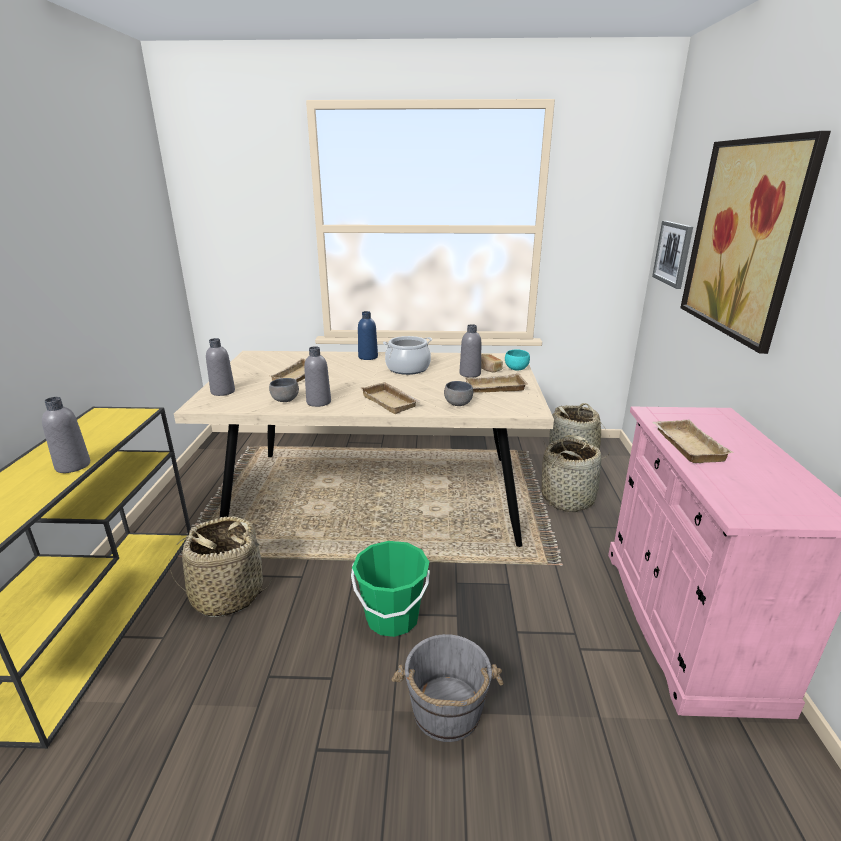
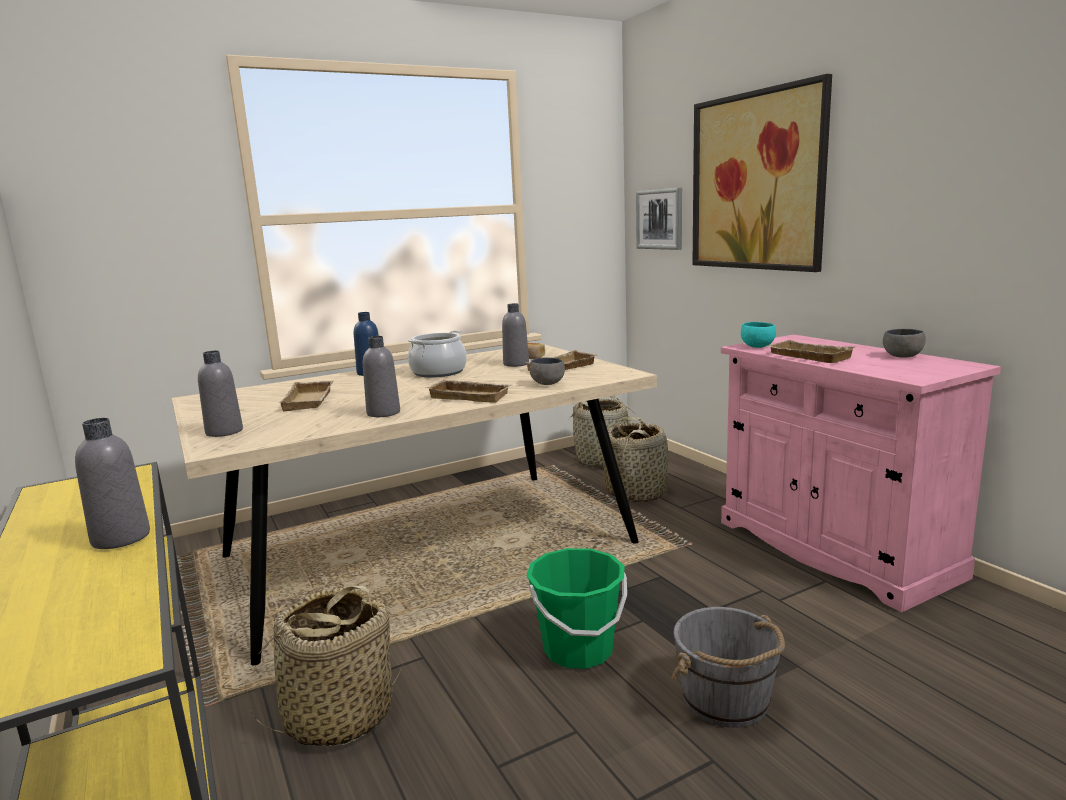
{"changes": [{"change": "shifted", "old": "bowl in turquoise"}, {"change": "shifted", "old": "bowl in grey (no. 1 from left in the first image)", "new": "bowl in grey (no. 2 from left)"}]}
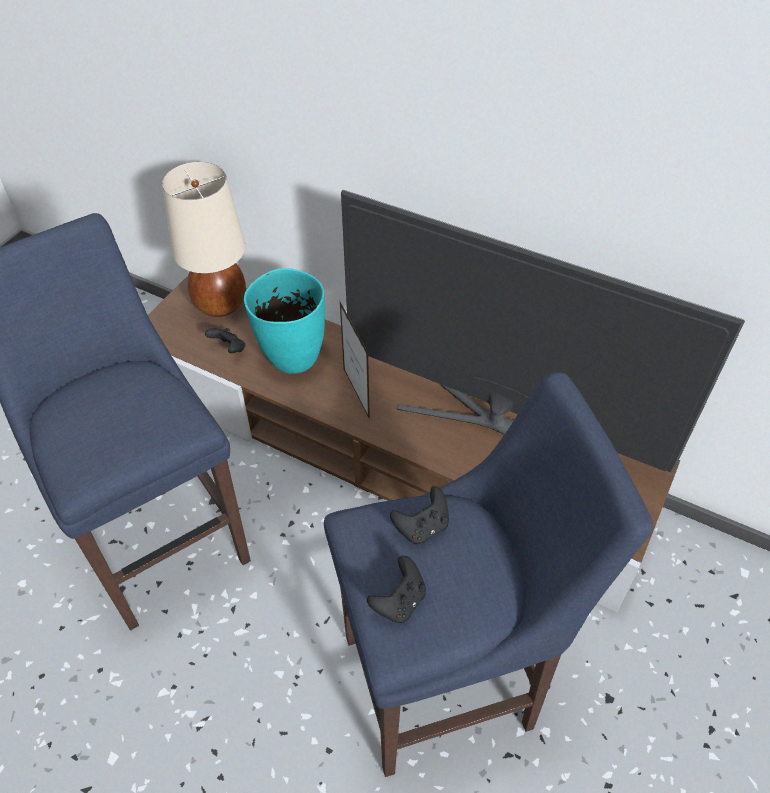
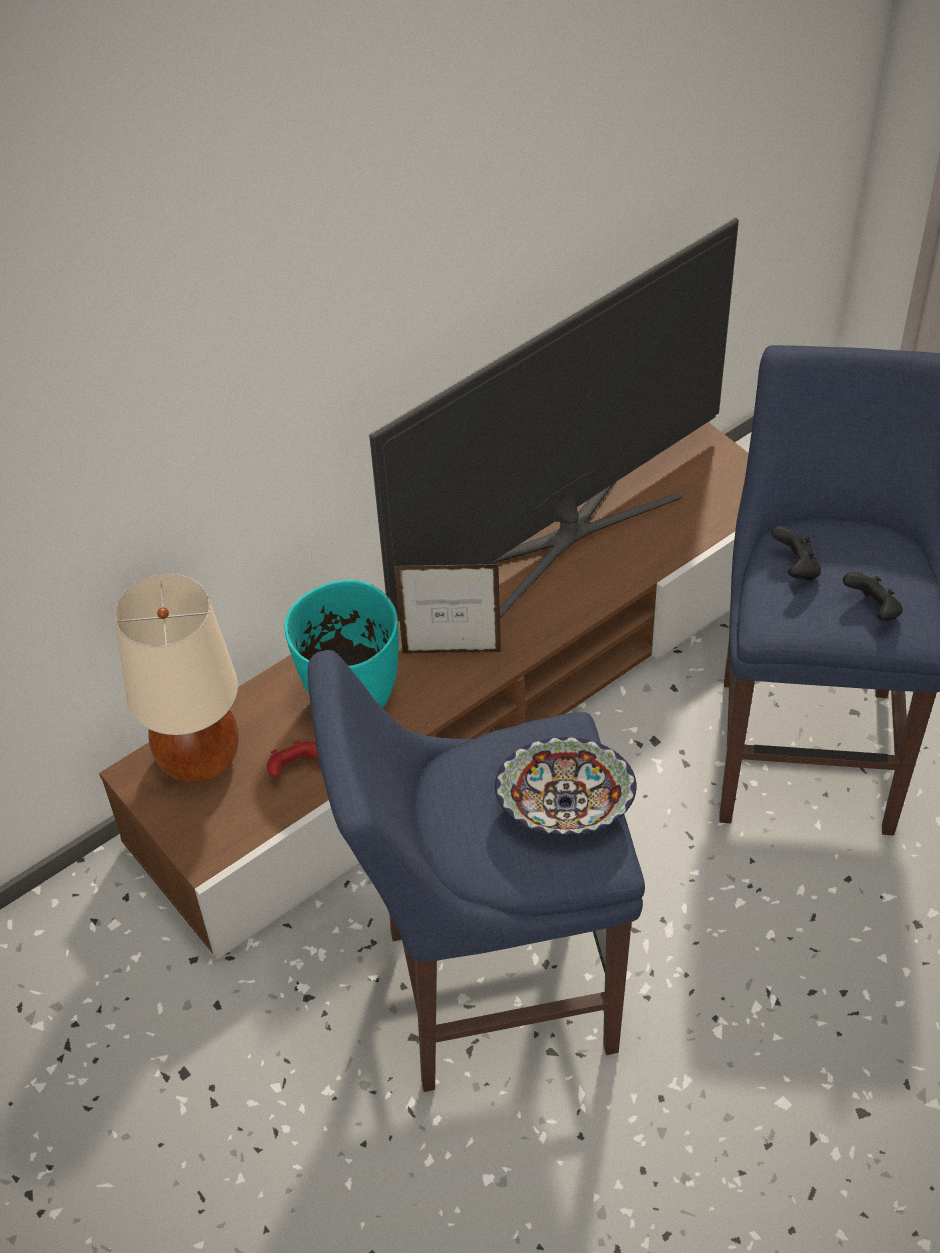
{"changes": [{"change": "repainted", "old": "game controller in black (no. 1 from left)", "new": "game controller in red"}, {"change": "new", "new": "bowl"}]}
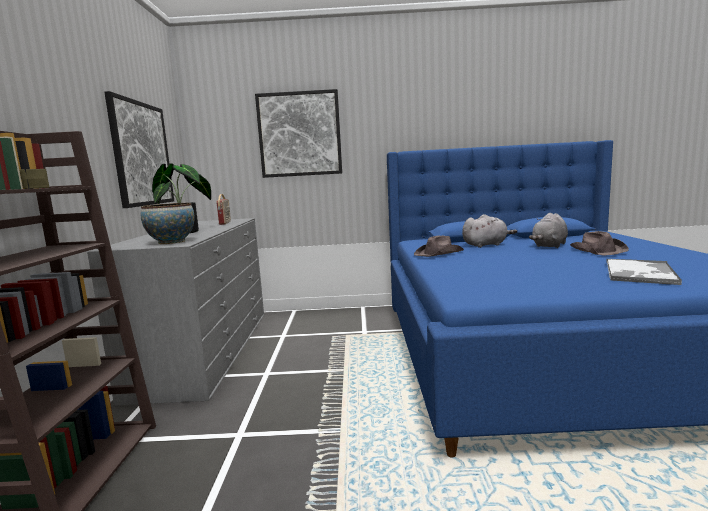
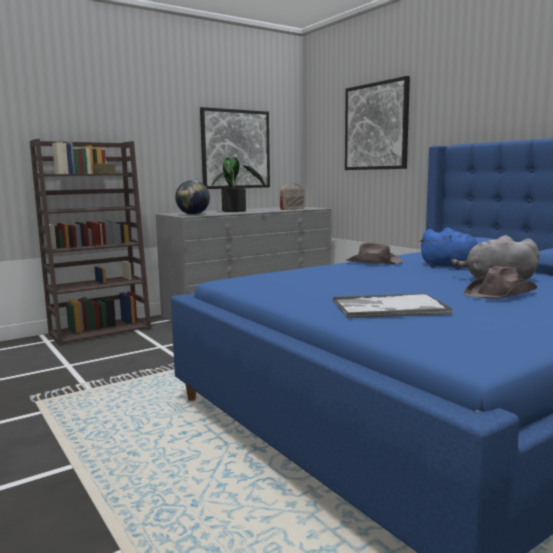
{"changes": [{"change": "swapped", "old": "bowl", "new": "globe"}, {"change": "repainted", "old": "plush toy in grey (no. 1 from left)", "new": "plush toy in blue"}]}
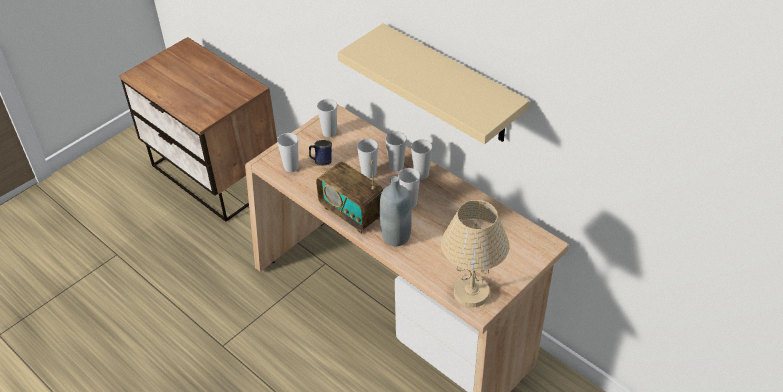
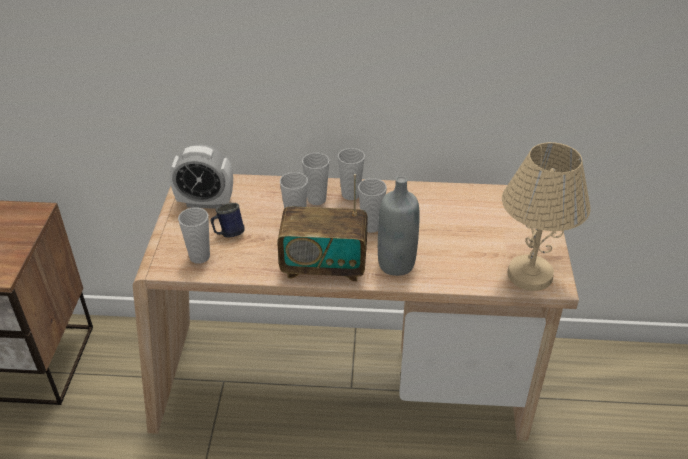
{"changes": [{"change": "gone", "old": "shelf in beige"}, {"change": "swapped", "old": "cup (no. 2 from left)", "new": "alarm clock"}]}
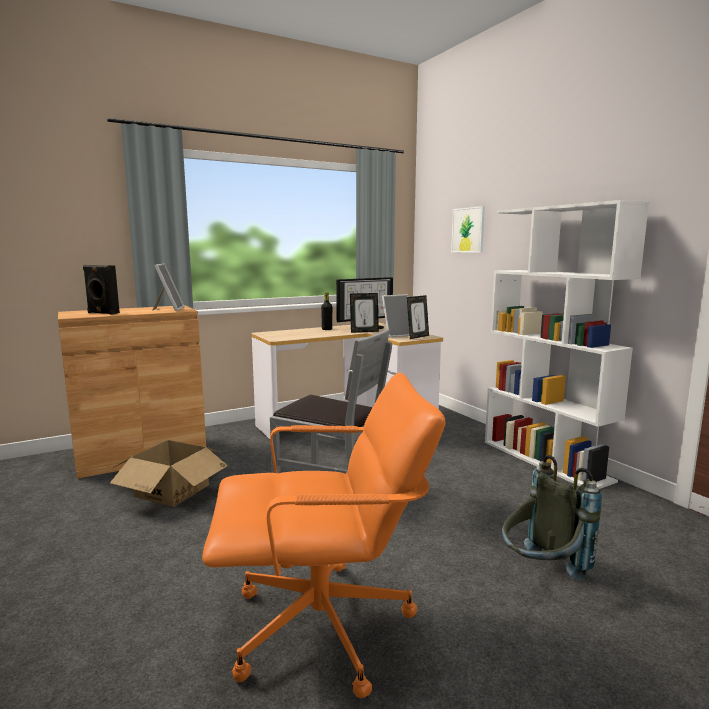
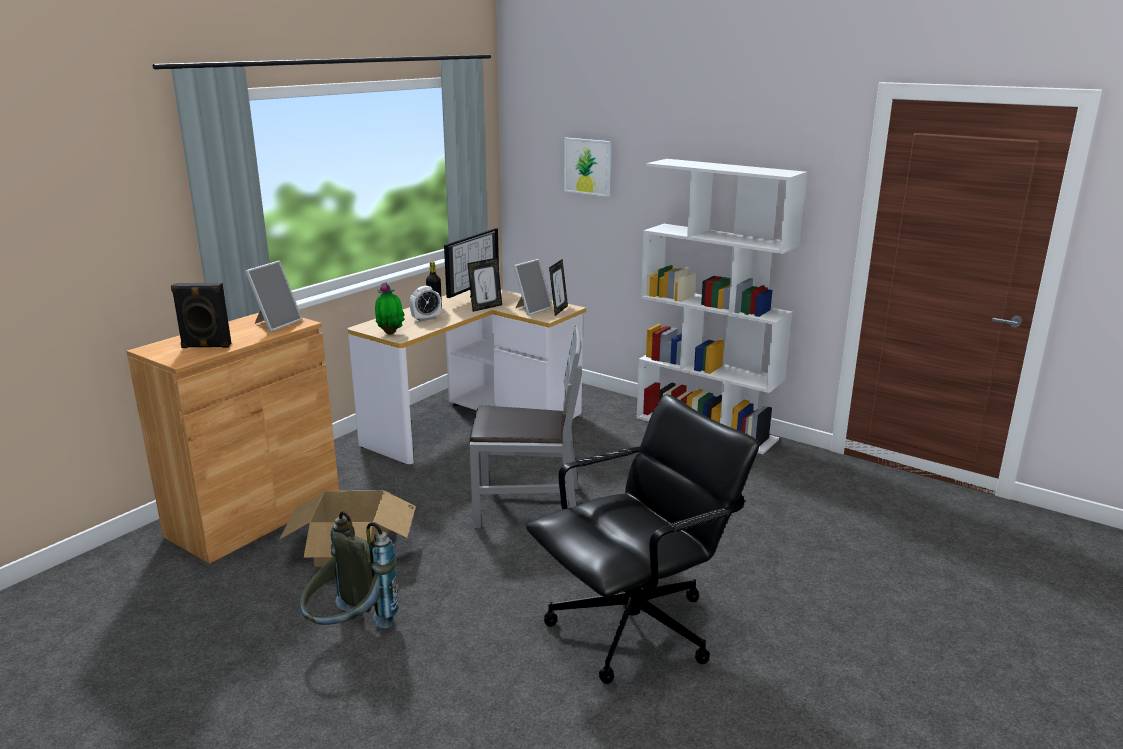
{"changes": [{"change": "rotated", "old": "picture frame (no. 1 from left)", "degrees": 60}, {"change": "repainted", "old": "office chair in orange", "new": "office chair in black"}, {"change": "shifted", "old": "backpack in grey"}, {"change": "new", "new": "potted plant"}, {"change": "new", "new": "alarm clock"}]}
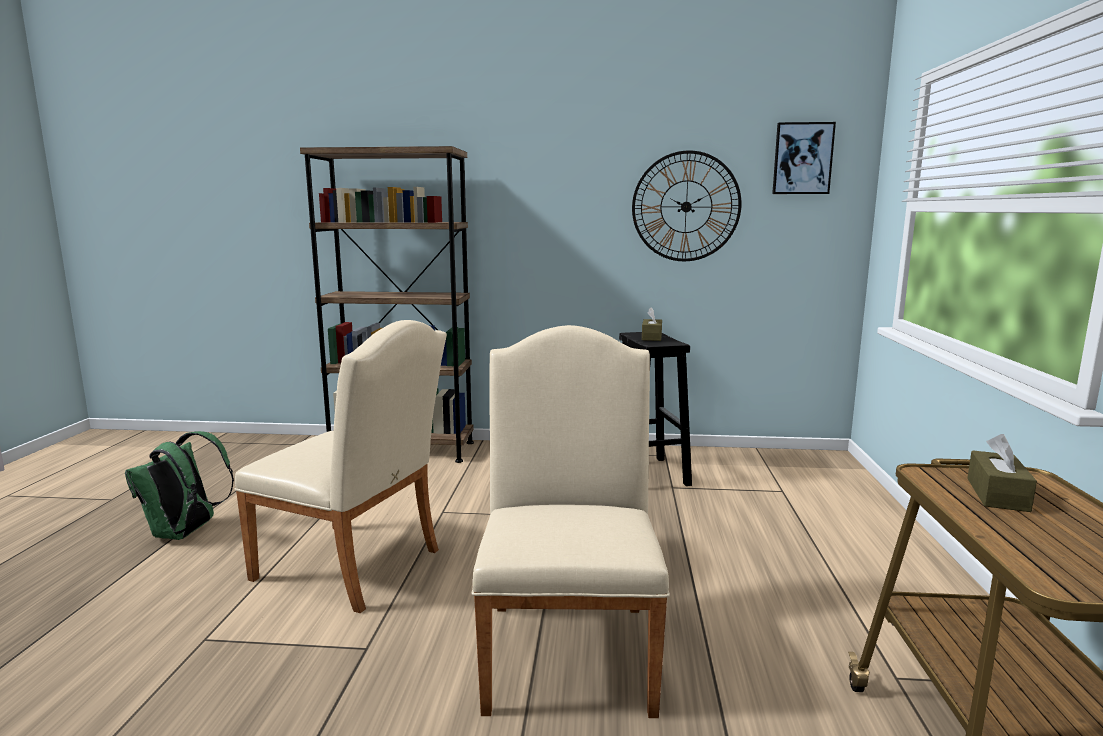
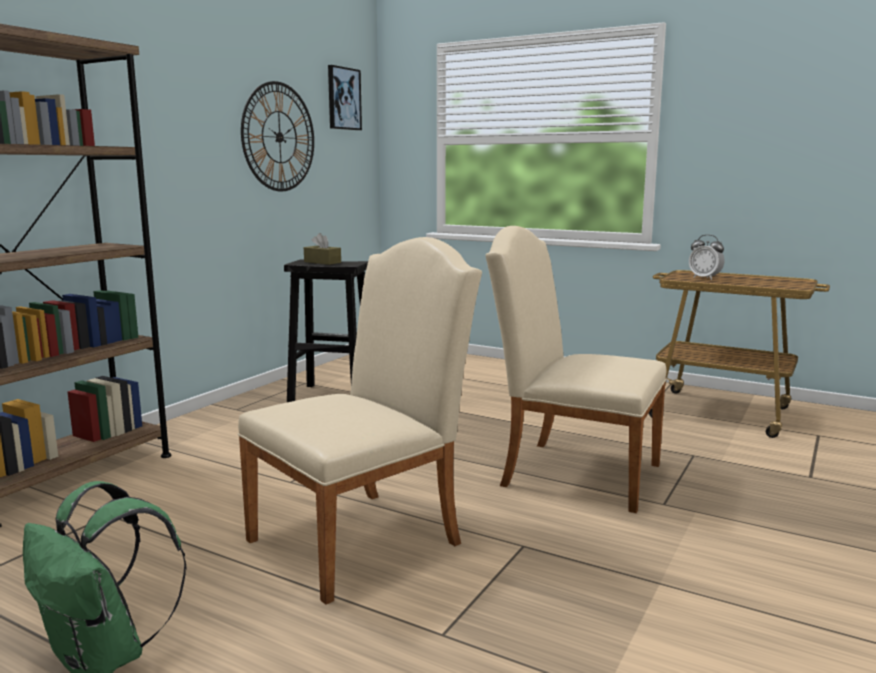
{"changes": [{"change": "swapped", "old": "tissue box in brown (no. 2 from left)", "new": "alarm clock"}]}
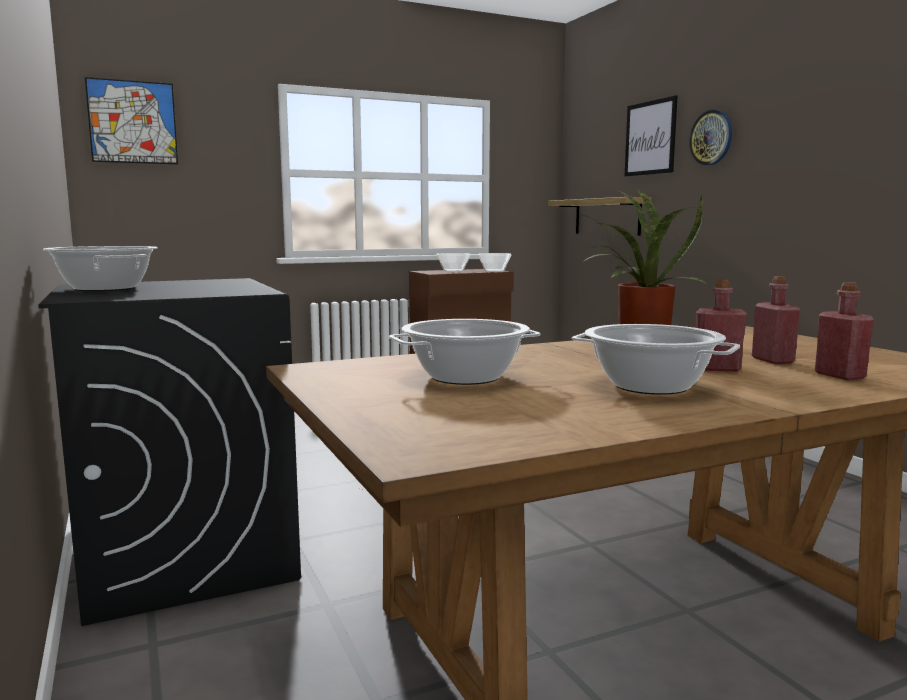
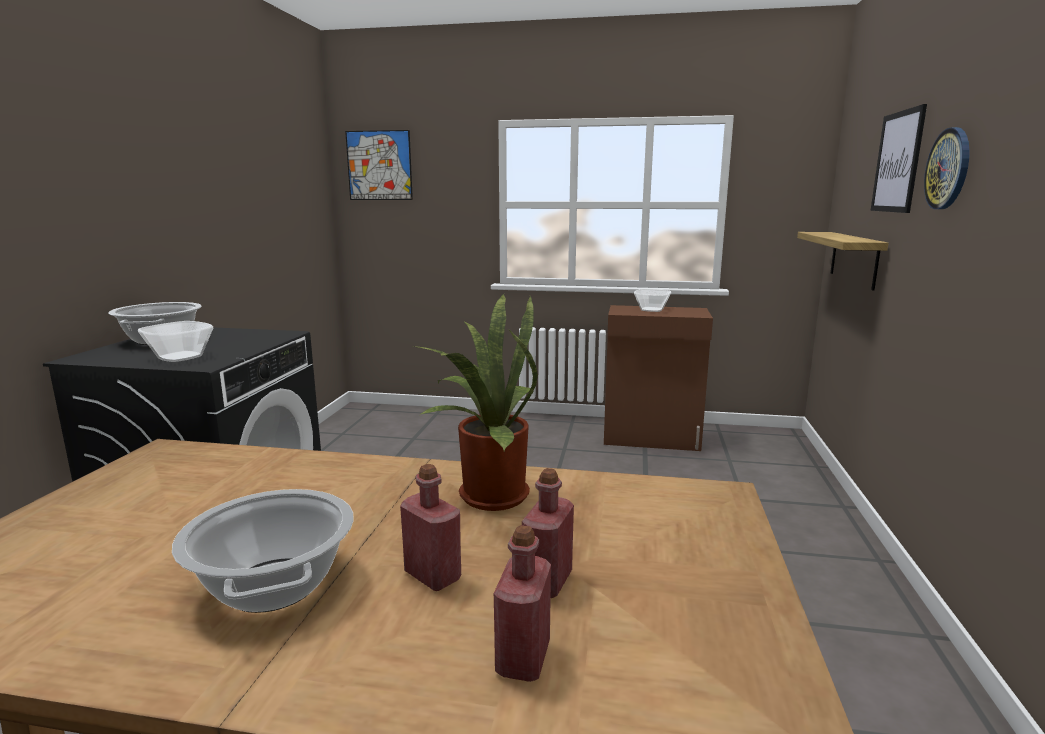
{"changes": [{"change": "shifted", "old": "bowl (no. 2 from left in the first image)", "new": "bowl (no. 1 from left)"}, {"change": "gone", "old": "cooking pot (no. 2 from left)"}]}
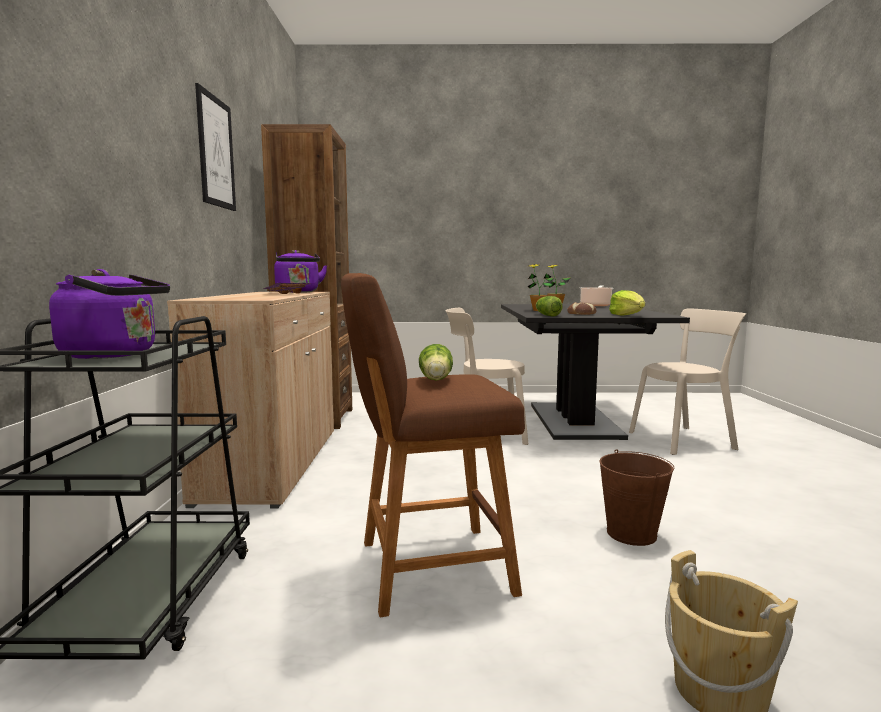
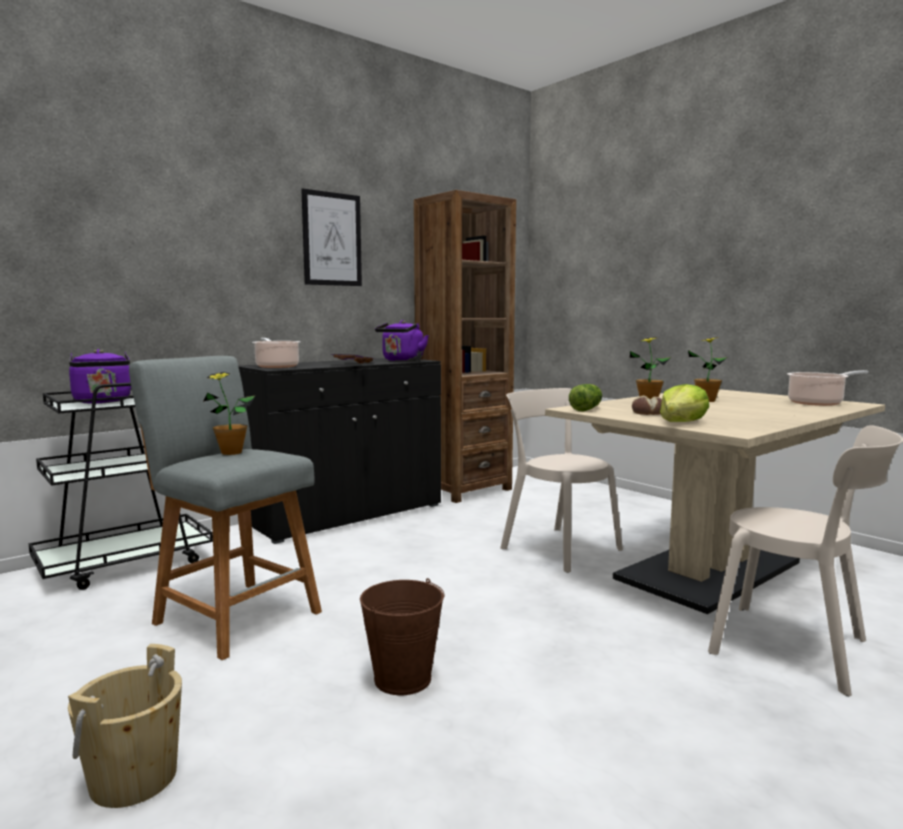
{"changes": [{"change": "repainted", "old": "stool in brown", "new": "stool in grey"}, {"change": "repainted", "old": "cabinet in beige", "new": "cabinet in black"}, {"change": "repainted", "old": "dining table in black", "new": "dining table in beige"}, {"change": "swapped", "old": "lettuce (no. 1 from left)", "new": "potted plant (no. 1 from left)"}, {"change": "new", "new": "cooking pot (no. 1 from left)"}]}
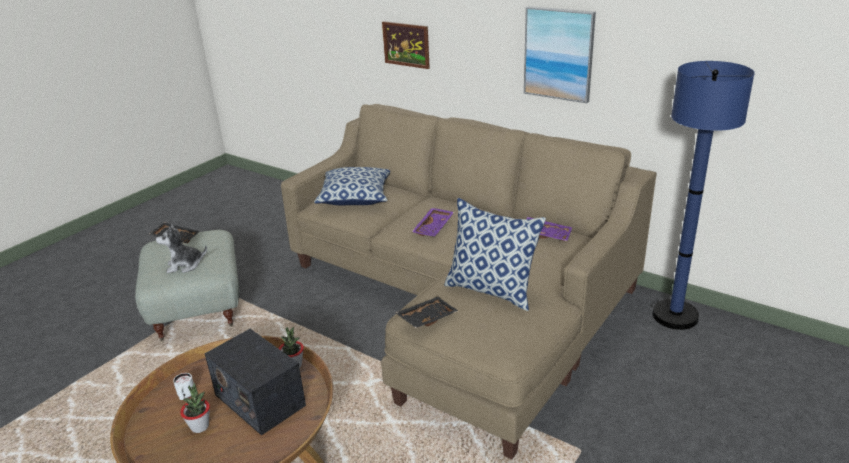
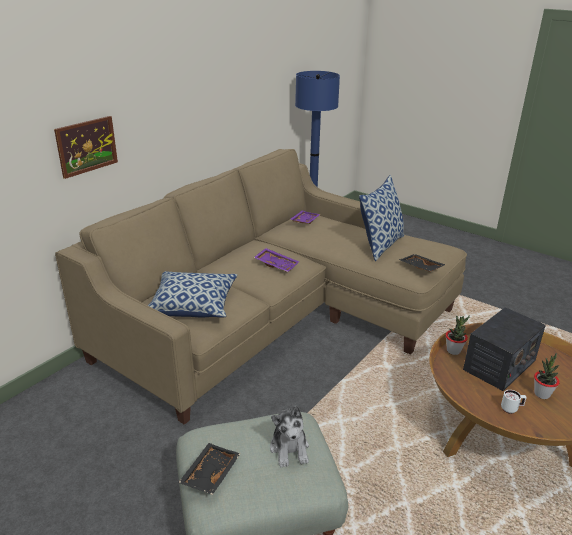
{"changes": [{"change": "gone", "old": "picture (no. 2 from left)"}]}
